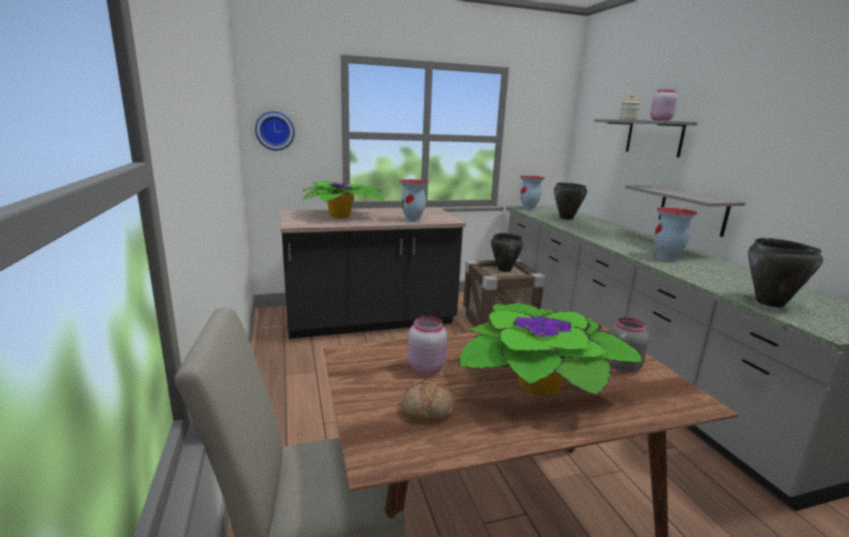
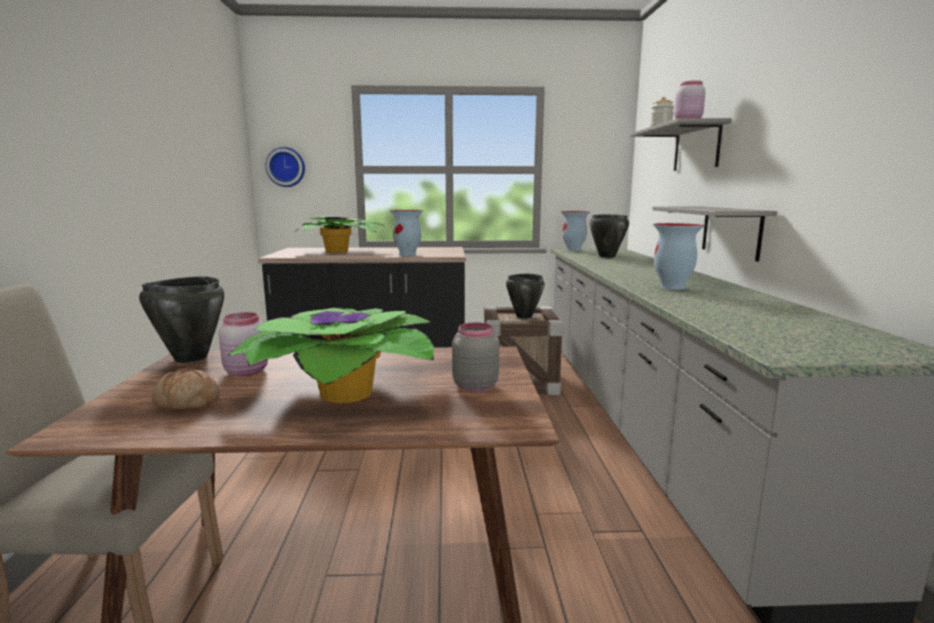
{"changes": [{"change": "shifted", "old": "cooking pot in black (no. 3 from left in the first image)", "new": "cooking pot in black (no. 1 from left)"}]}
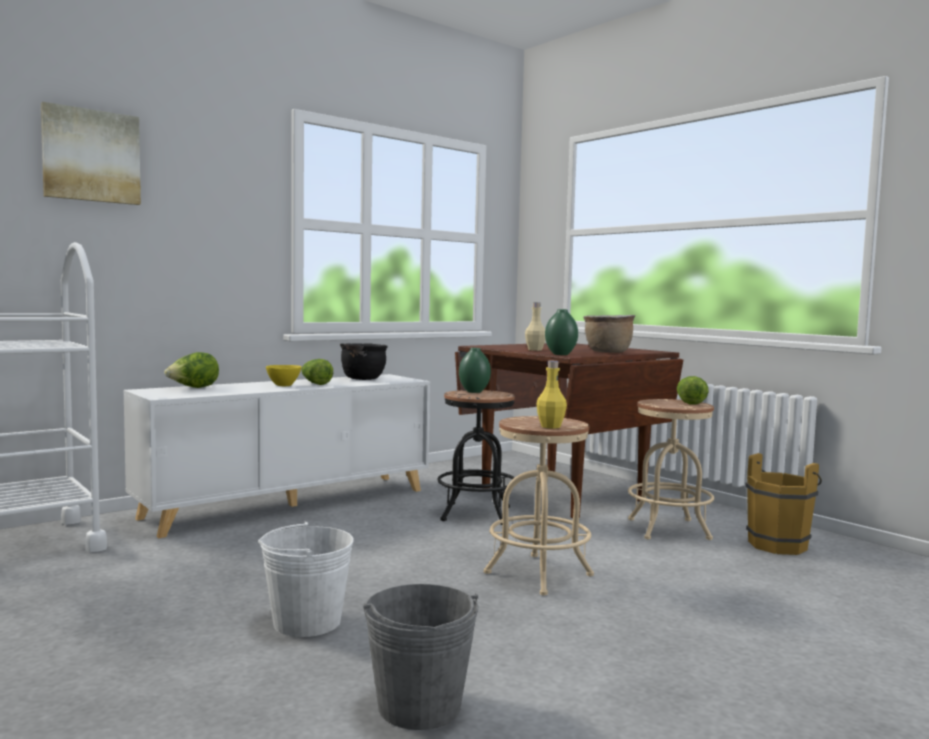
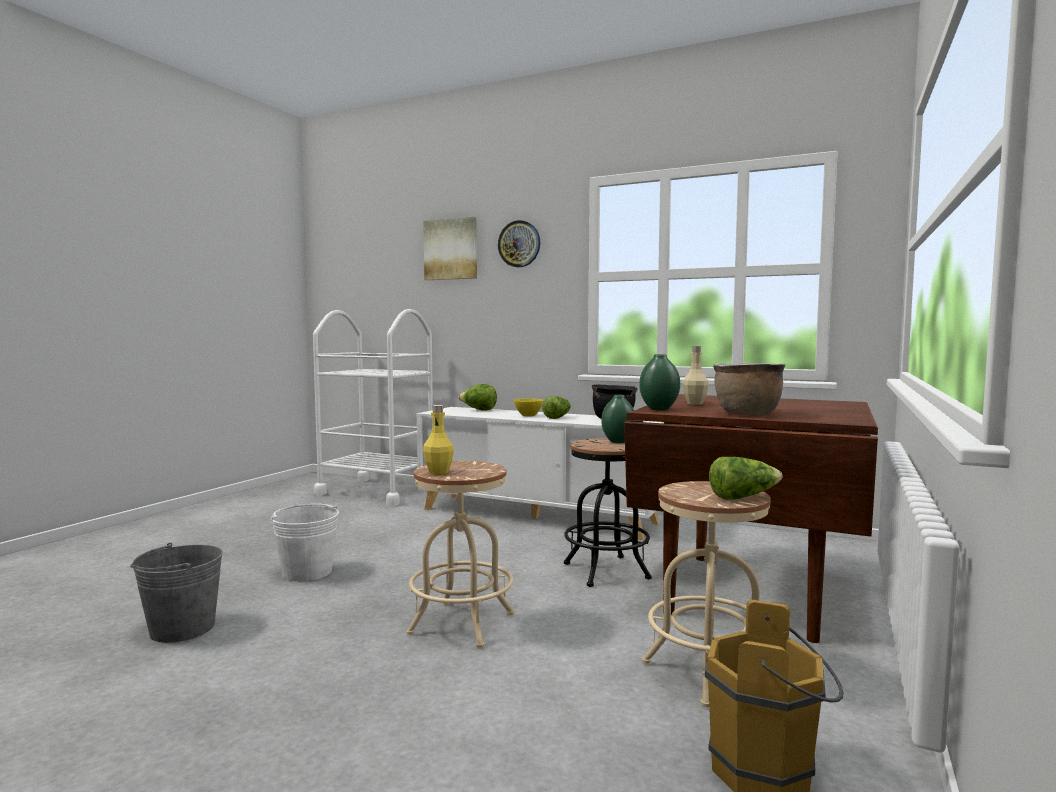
{"changes": [{"change": "new", "new": "wall clock"}]}
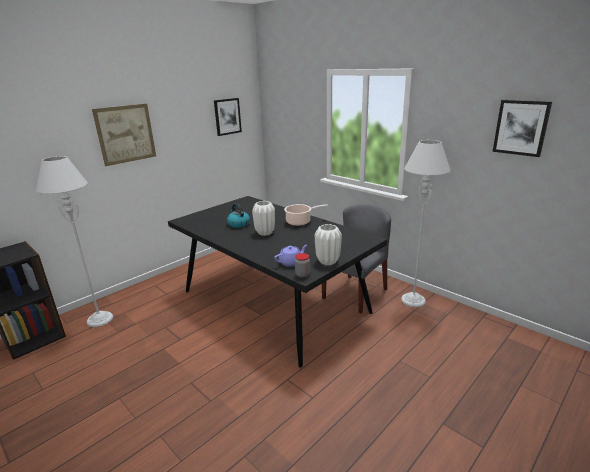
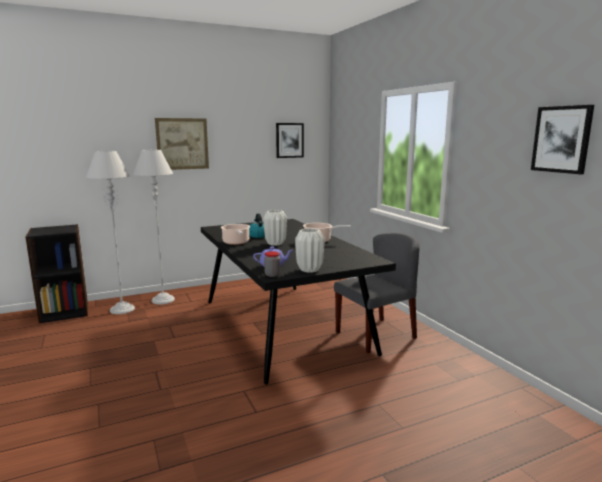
{"changes": [{"change": "shifted", "old": "floor lamp in grey (no. 2 from left)"}, {"change": "new", "new": "cooking pot (no. 1 from left)"}]}
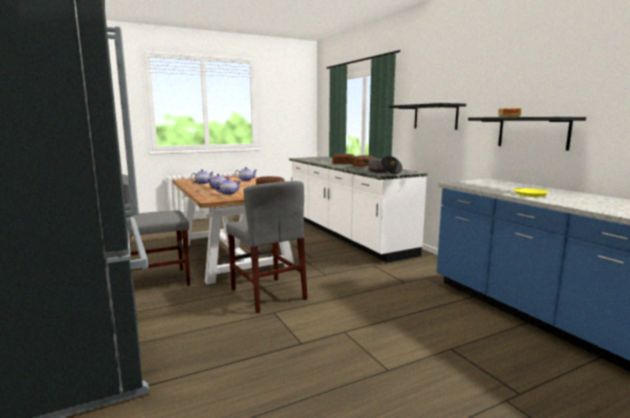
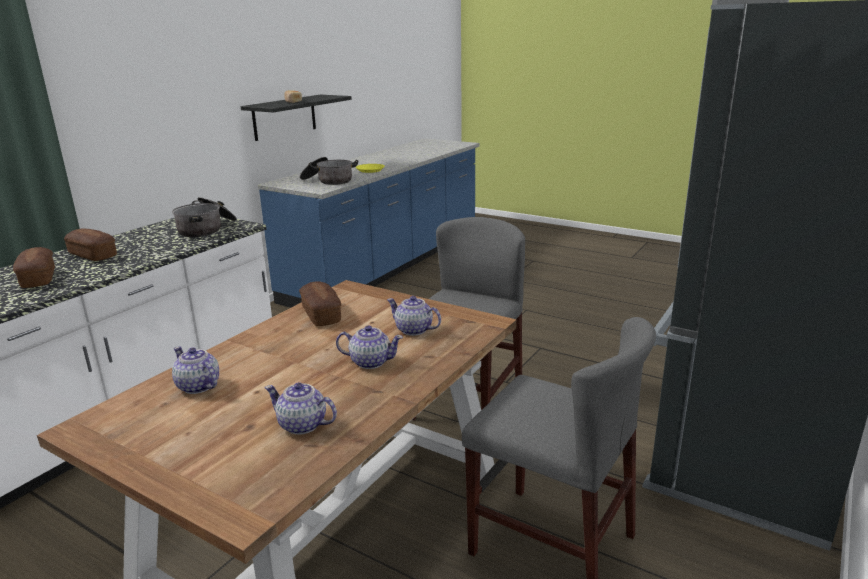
{"changes": [{"change": "gone", "old": "shelf in black (no. 1 from left)"}, {"change": "new", "new": "cooking pot (no. 2 from left)"}]}
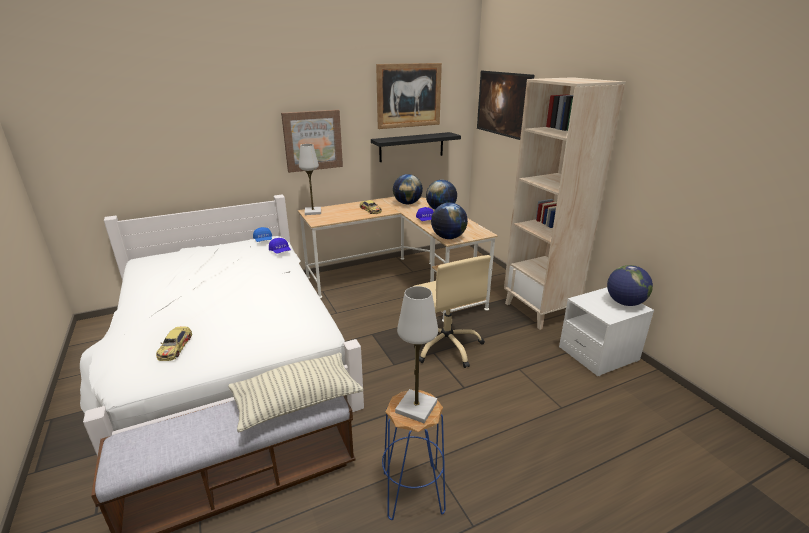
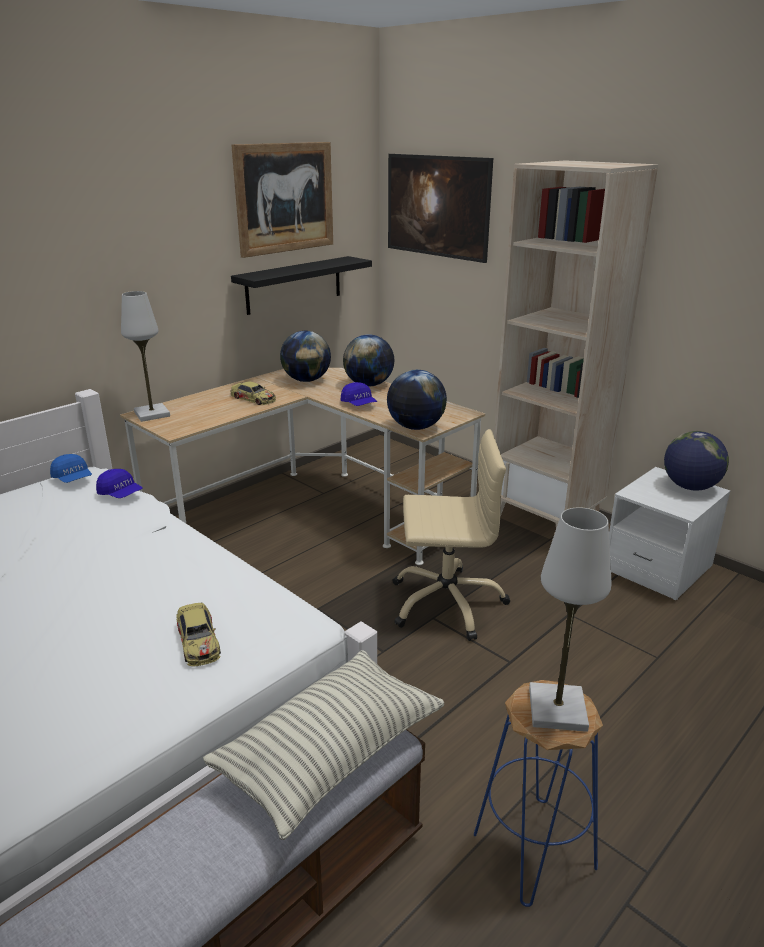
{"changes": [{"change": "gone", "old": "picture (no. 1 from left)"}, {"change": "rotated", "old": "office chair in beige", "degrees": -45}, {"change": "shifted", "old": "toy car (no. 1 from left)"}]}
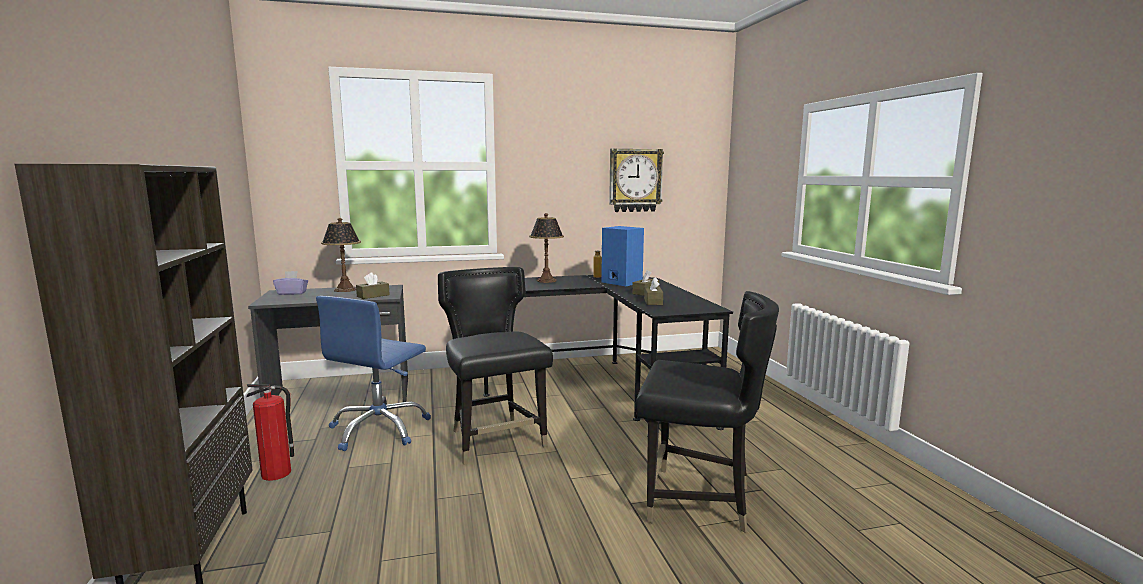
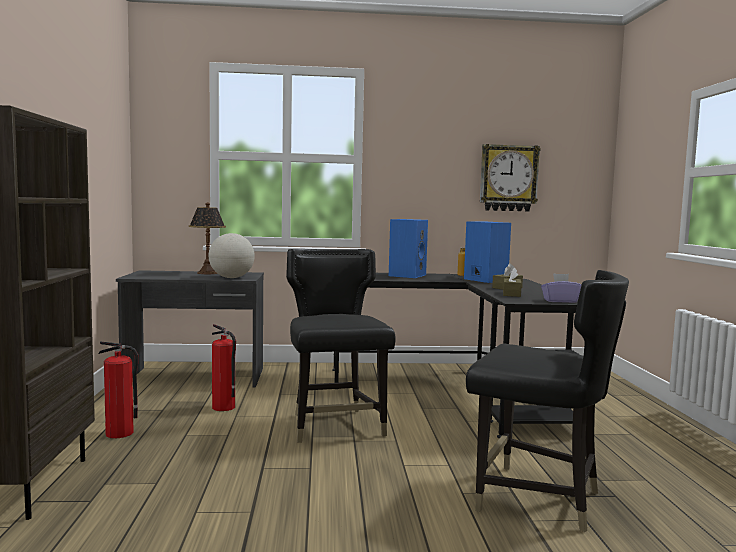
{"changes": [{"change": "swapped", "old": "table lamp (no. 2 from left)", "new": "speaker in blue (no. 1 from left)"}, {"change": "shifted", "old": "tissue box in purple"}, {"change": "swapped", "old": "tissue box in brown (no. 1 from left)", "new": "globe"}, {"change": "swapped", "old": "office chair in blue", "new": "fire extinguisher (no. 2 from left)"}]}
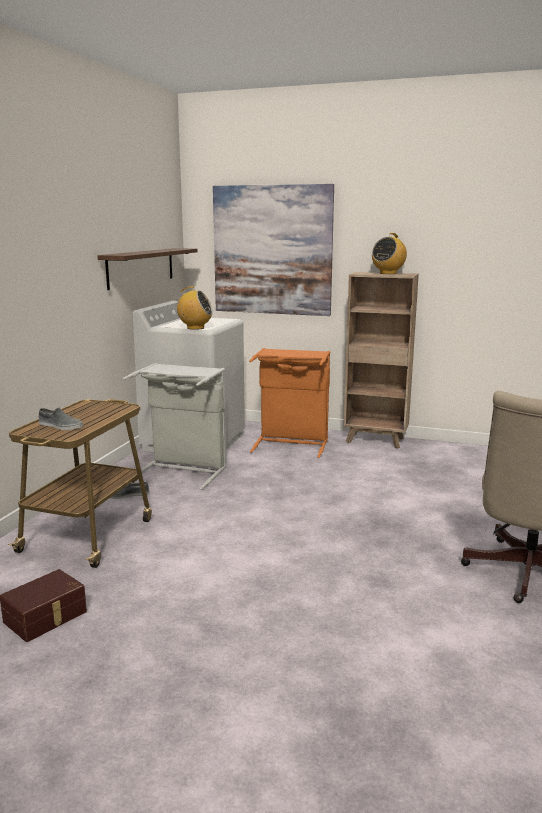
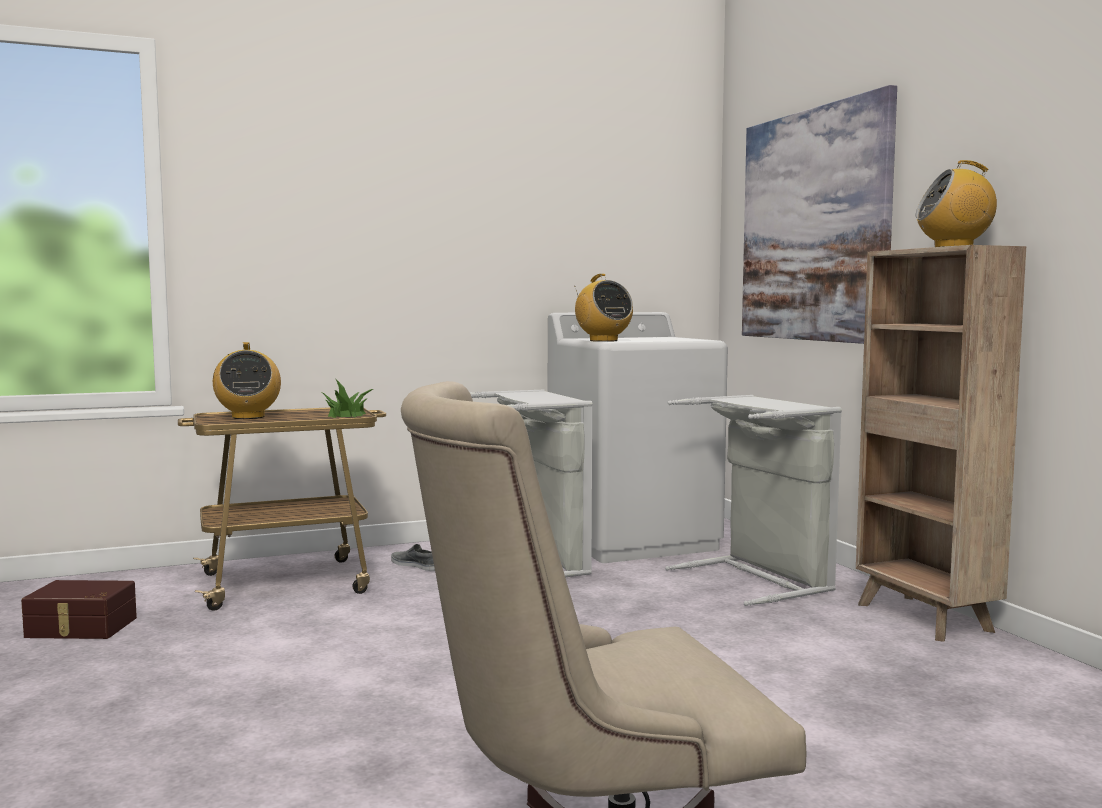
{"changes": [{"change": "gone", "old": "shelf in brown"}, {"change": "repainted", "old": "laundry basket in orange", "new": "laundry basket in grey (no. 2 from left)"}, {"change": "swapped", "old": "shoe in grey (no. 1 from left)", "new": "radio (no. 1 from left)"}, {"change": "new", "new": "potted plant"}]}
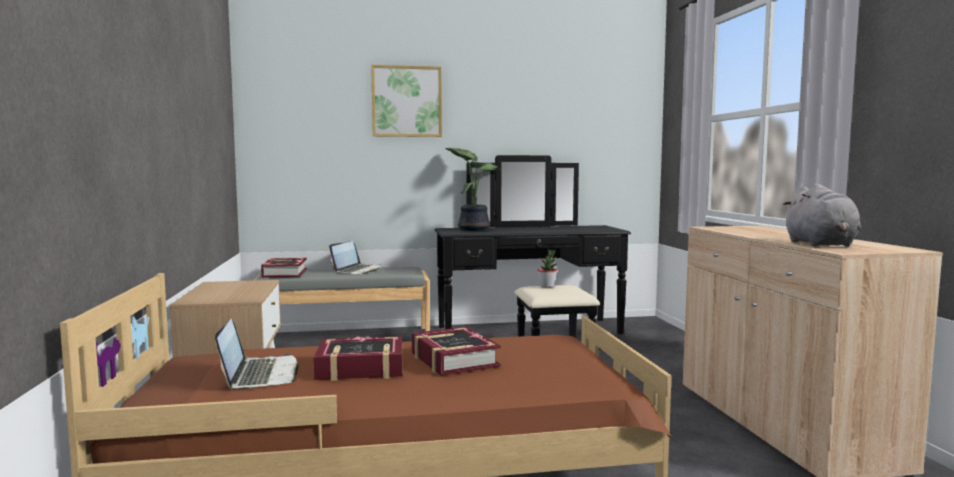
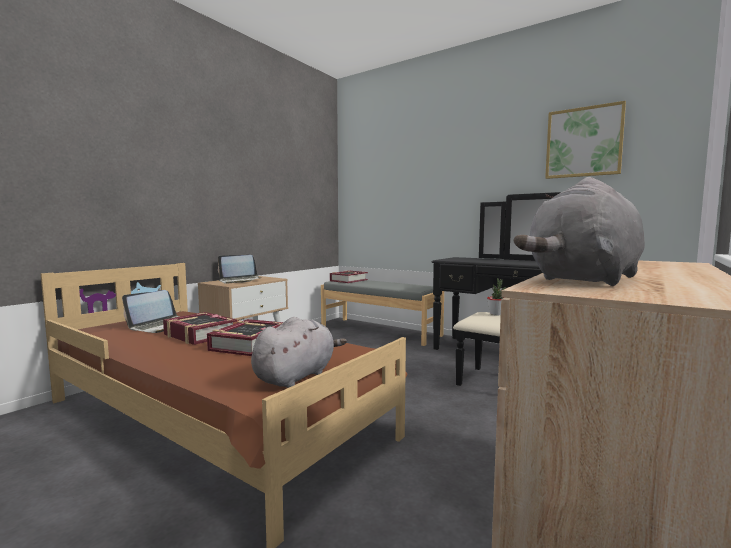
{"changes": [{"change": "shifted", "old": "picture"}, {"change": "gone", "old": "potted plant (no. 1 from left)"}, {"change": "shifted", "old": "laptop (no. 2 from left)"}, {"change": "new", "new": "plush toy in grey (no. 1 from left)"}]}
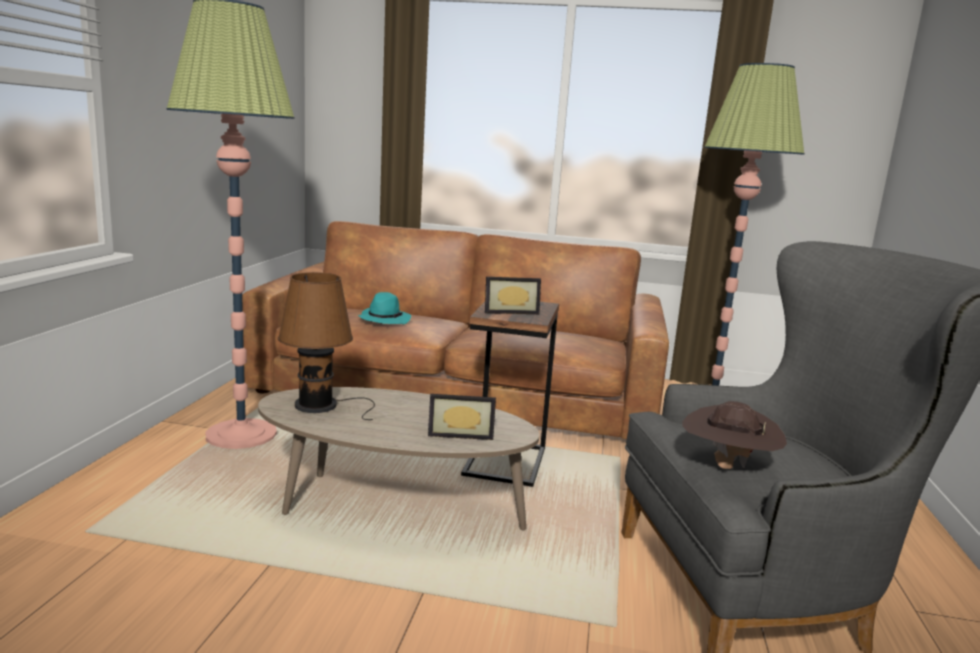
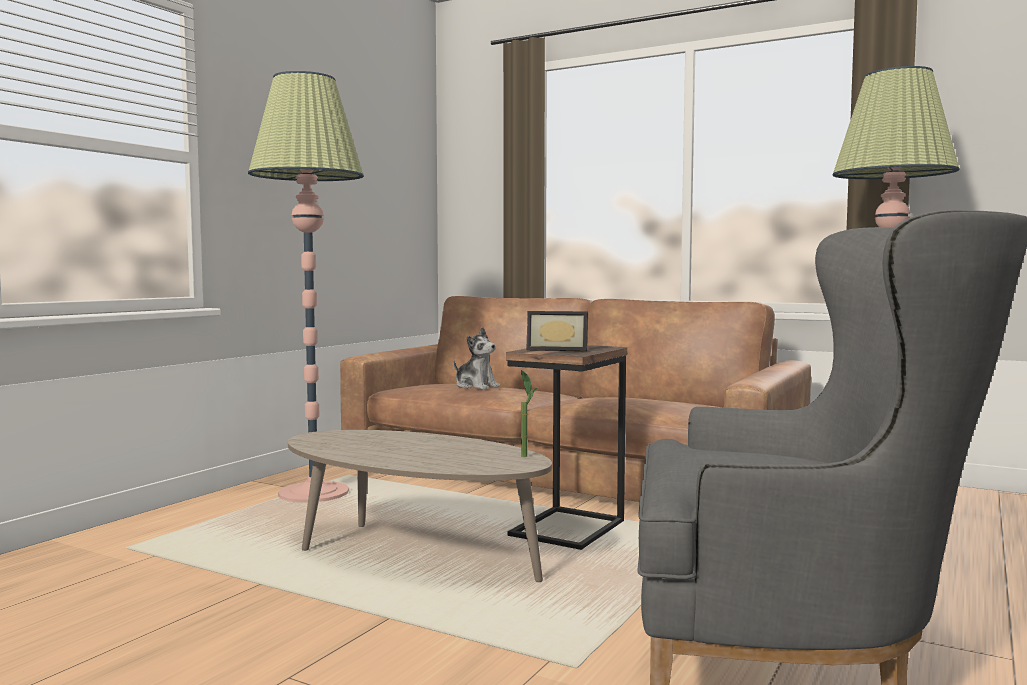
{"changes": [{"change": "gone", "old": "table lamp in brown"}, {"change": "swapped", "old": "hat in turquoise", "new": "plush toy"}, {"change": "gone", "old": "picture frame (no. 1 from left)"}, {"change": "gone", "old": "hat in brown"}, {"change": "new", "new": "potted plant"}]}
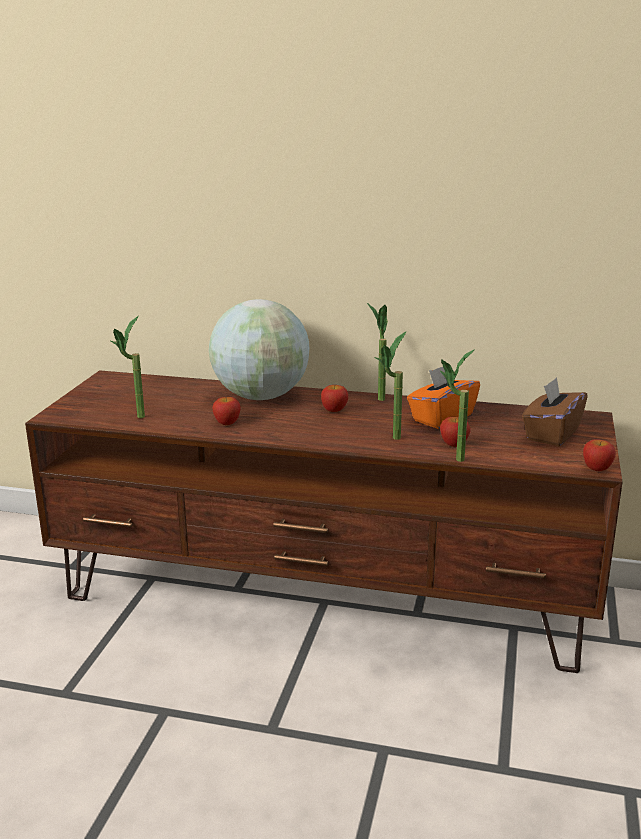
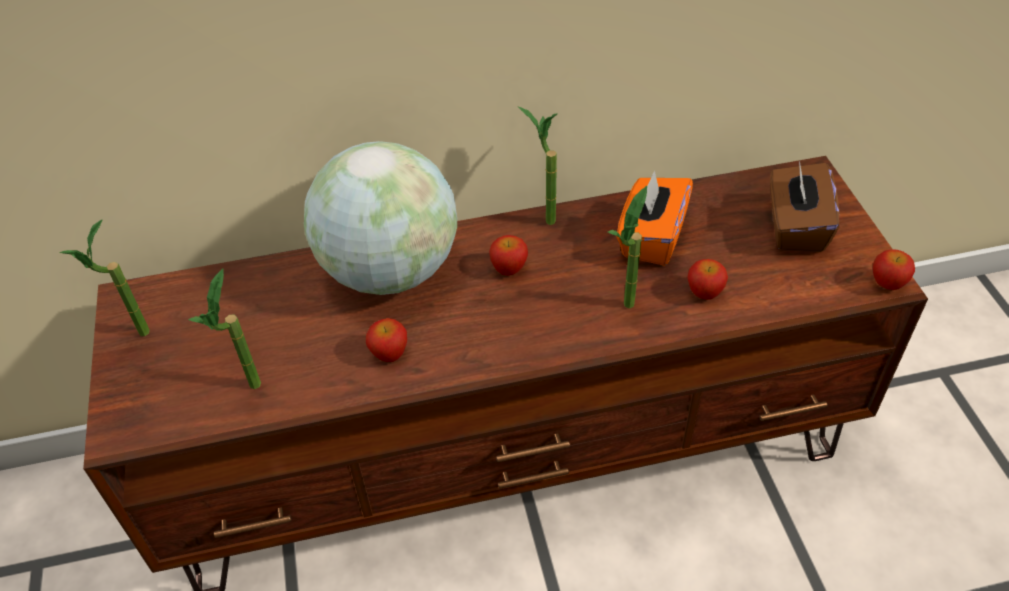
{"changes": [{"change": "shifted", "old": "potted plant (no. 4 from left in the first image)", "new": "potted plant (no. 1 from left)"}]}
